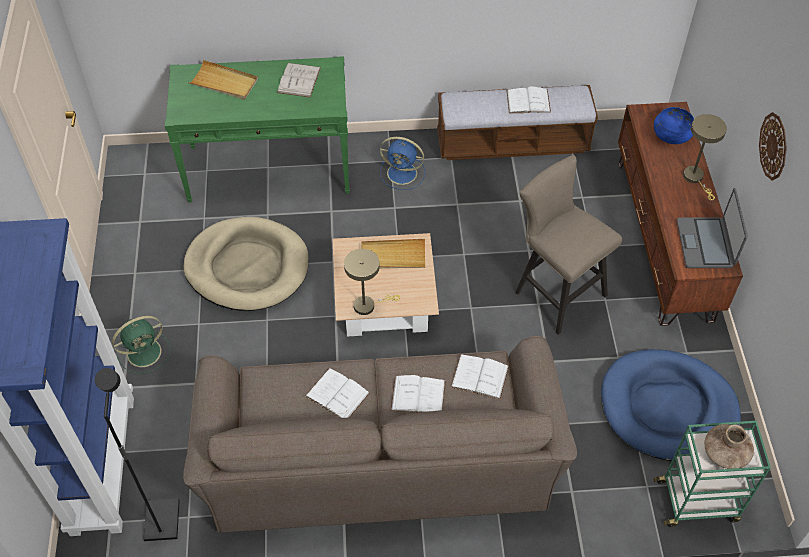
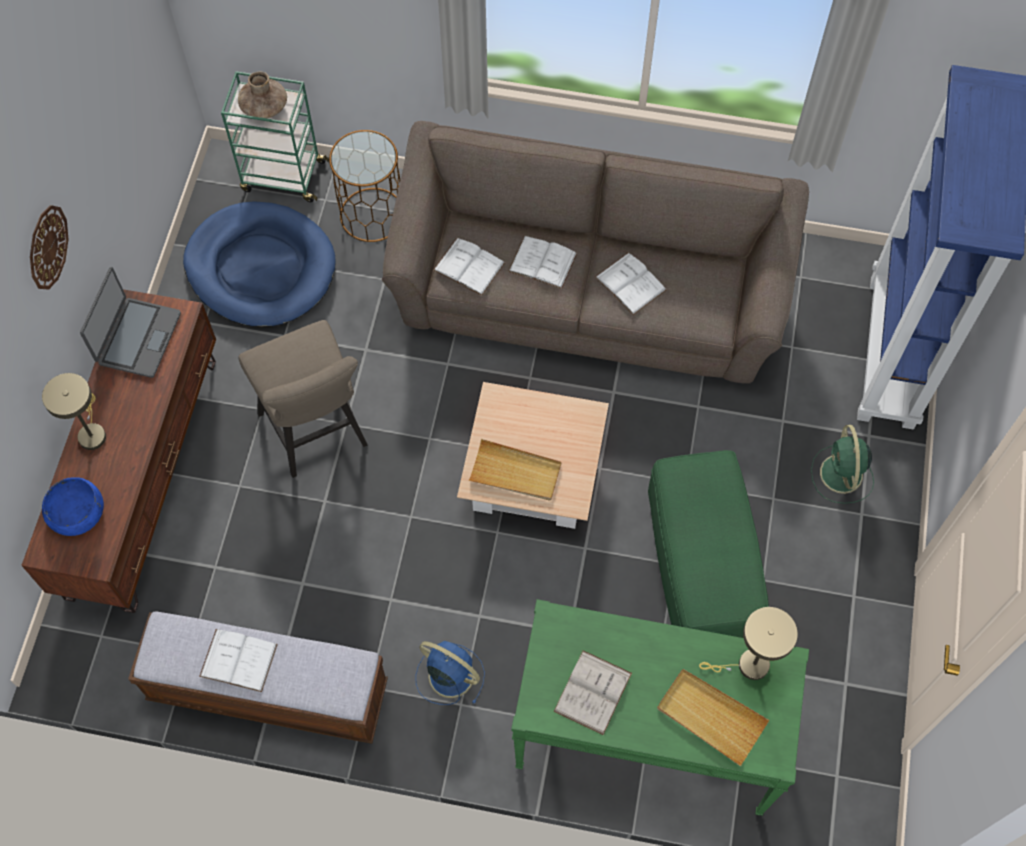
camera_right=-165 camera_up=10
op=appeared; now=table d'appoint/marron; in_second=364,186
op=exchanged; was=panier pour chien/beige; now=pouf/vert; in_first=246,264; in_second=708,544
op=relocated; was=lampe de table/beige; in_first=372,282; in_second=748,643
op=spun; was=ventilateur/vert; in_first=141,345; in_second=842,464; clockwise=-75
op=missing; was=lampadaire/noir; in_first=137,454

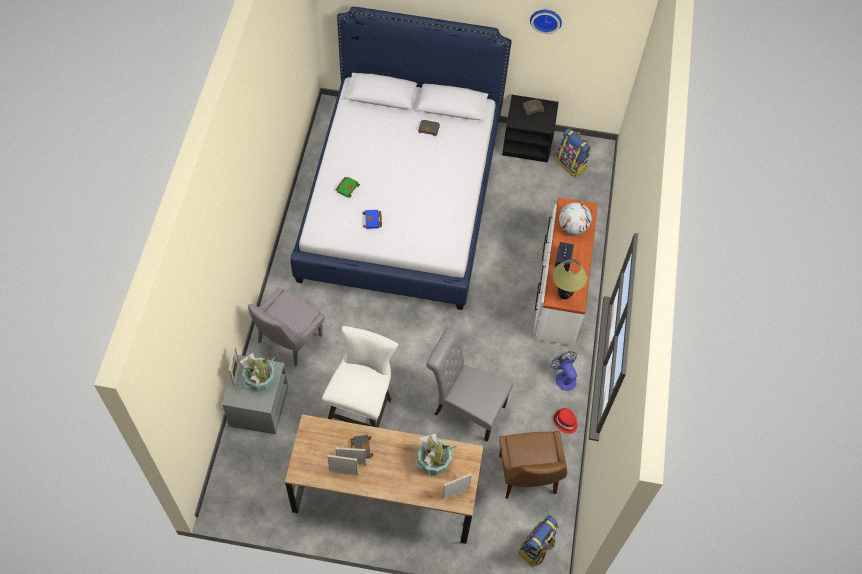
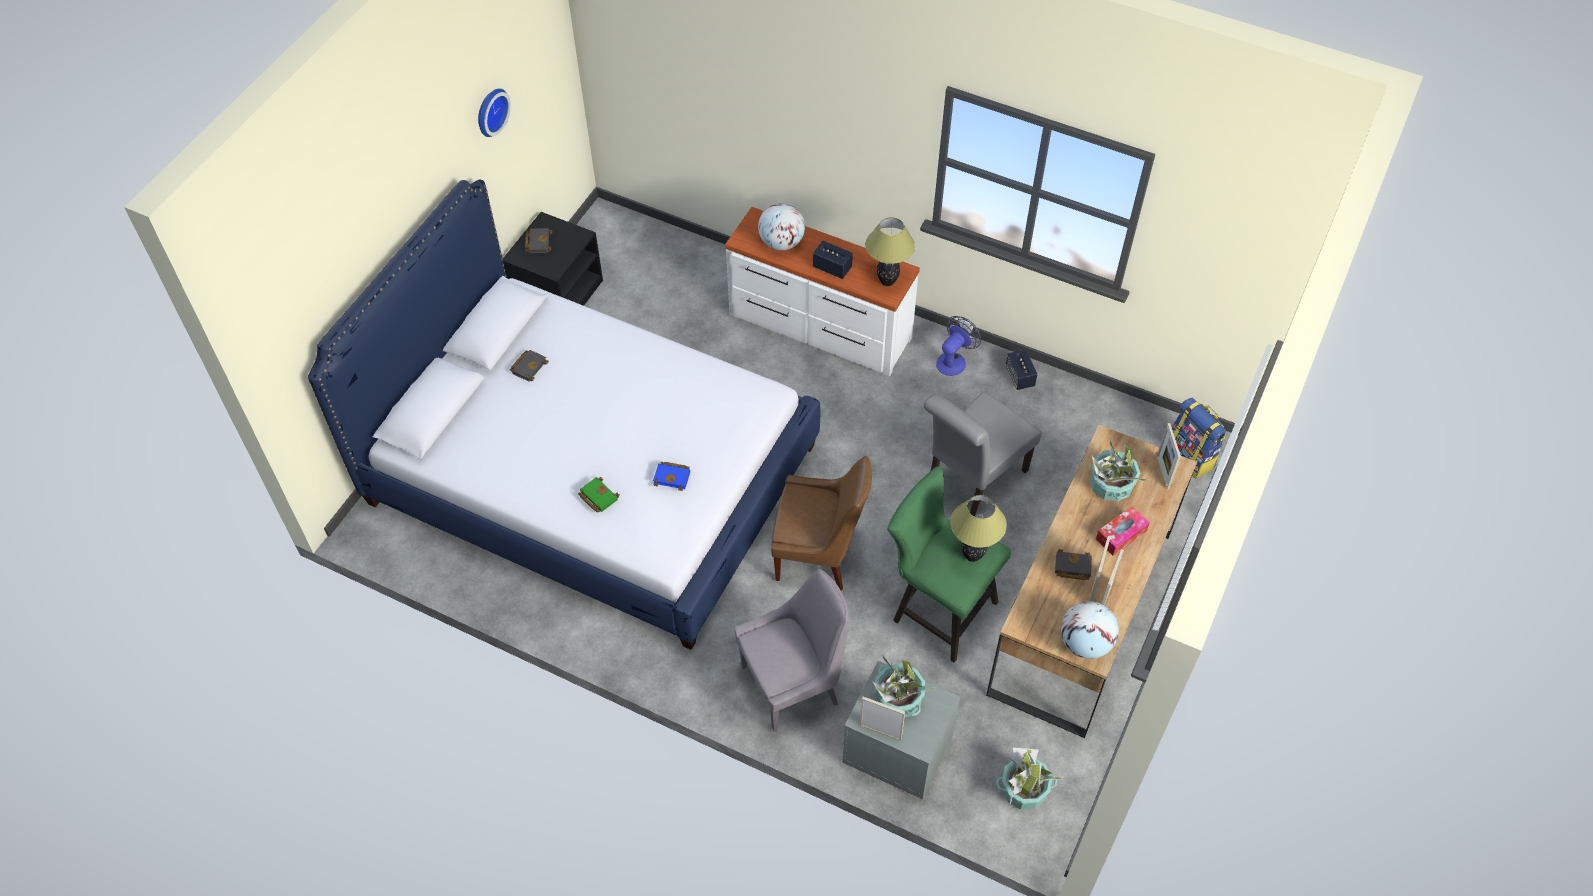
camera_right=-70 camera_up=-5
op=spun; was=chaise/gris; in_first=286,327; in_second=792,650; clockwise=-75
op=relocated; was=chaise/marron; in_first=533,465; in_second=821,523
op=colour; was=tabouret/blanc; now=tabouret/vert; in_first=360,377; in_second=949,564
op=spun; was=ventilateur; in_first=564,371; in_second=958,346; clockwise=135
op=appeared; now=lampe de table; in_second=978,528
op=appeared; now=plante en pot; in_second=1029,779
op=exchanged; was=chapeau/rouge; now=enceinte; in_first=565,421; in_second=1022,370
op=appeared; now=globe; in_second=1090,630
op=appeared; now=boîte à mouchoirs; in_second=1123,531
op=missing; was=sac à dos; in_first=573,152

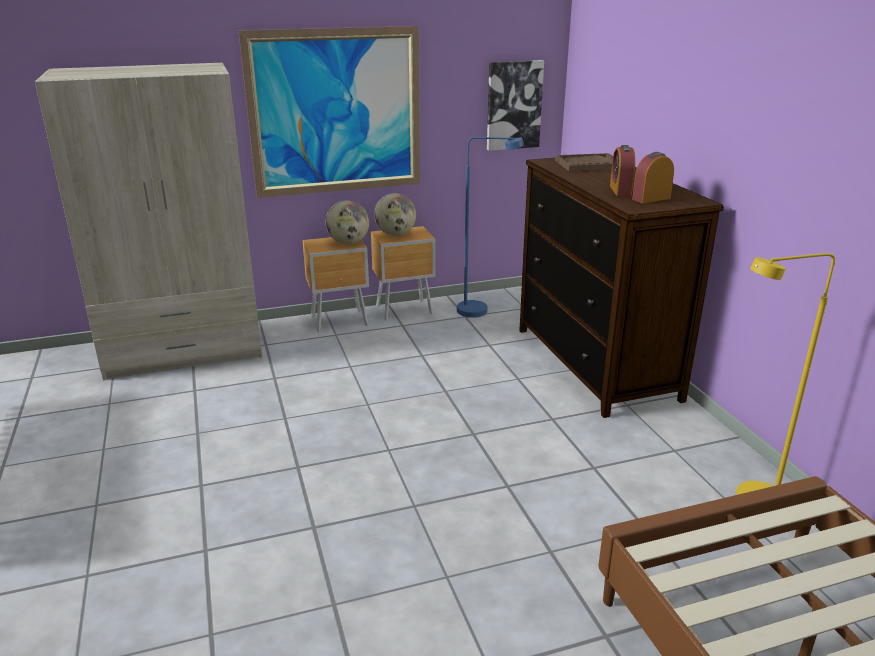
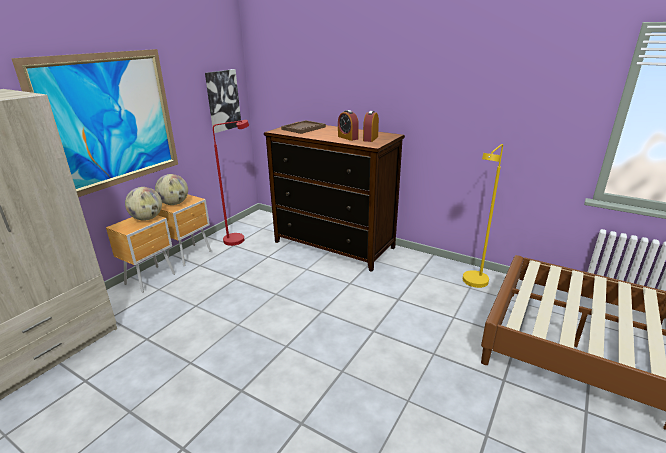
camera_right=-40 camera_up=0
op=colour; was=lampadaire/bleu; now=lampadaire/rouge; in_first=490,227; in_second=231,183

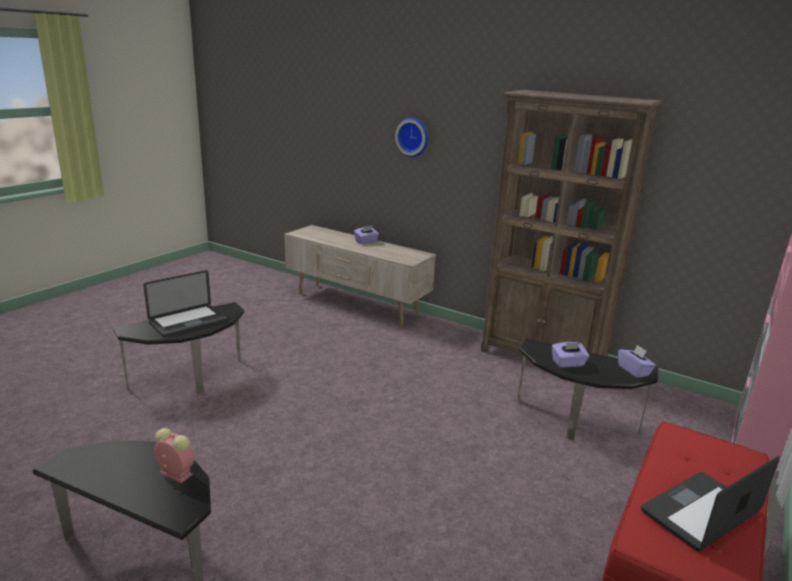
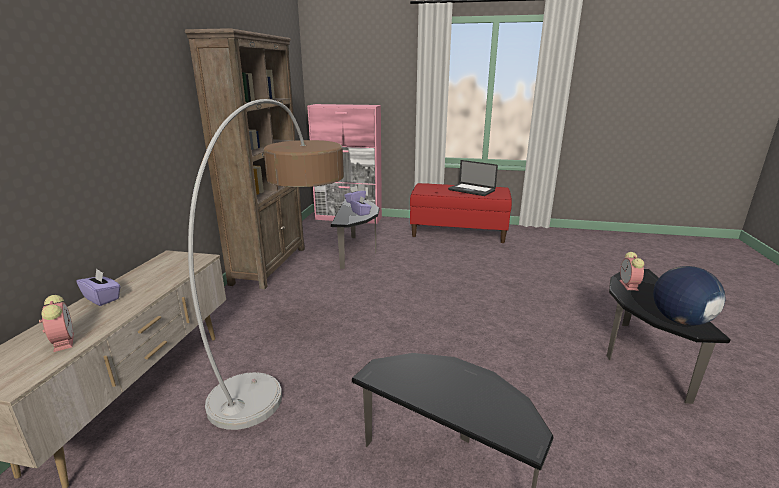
camera_right=-110 camera_up=0
op=appeared; now=réveil; in_second=56,323
op=appeared; now=lampadaire; in_second=266,264
op=appeared; now=globe; in_second=689,296
op=missing; was=ordinateur portable; in_first=185,303
op=missing; was=horloge murale; in_first=411,137

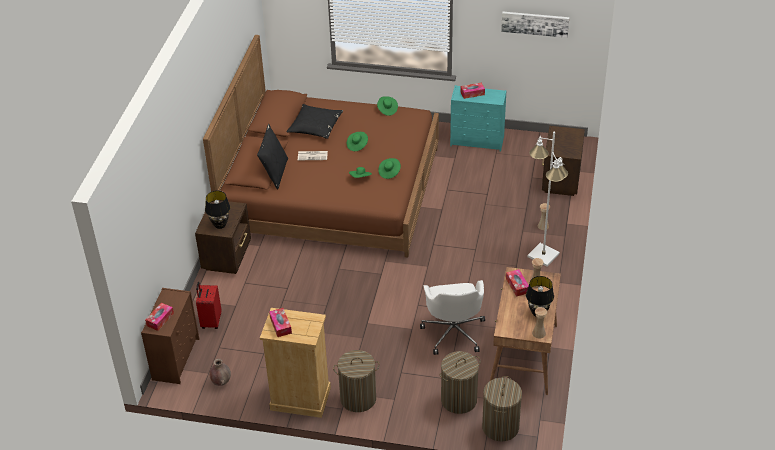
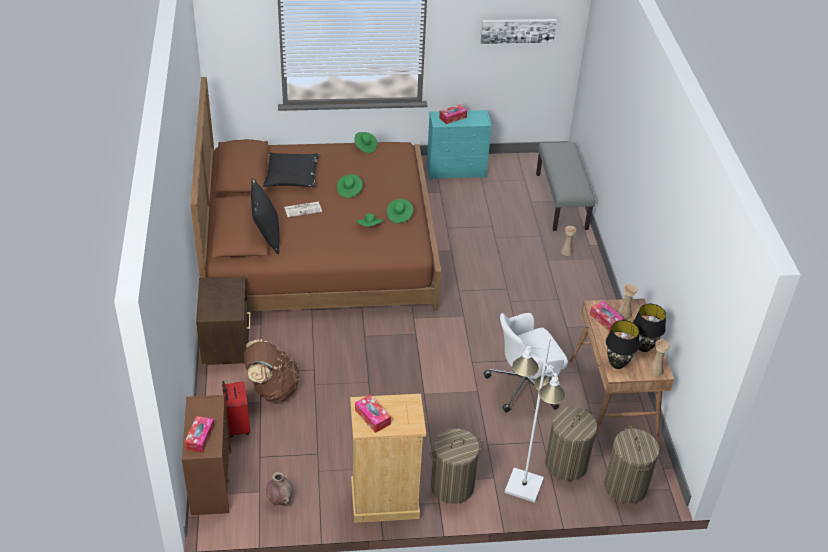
camera_right=-20 camera_up=0
op=appeared; now=sac à dos/marron; in_second=272,370
op=spun; was=chaise de bureau/blanc; in_first=452,317; in_second=525,362; clockwise=90
op=relocated; was=lampadaire/blanc; in_first=547,198; in_second=535,420
op=exchanged; was=table de chevet/marron; now=banc/gris; in_first=563,161; in_second=565,186
op=relocated; was=lampe de table/noir; in_first=217,210; in_second=622,344

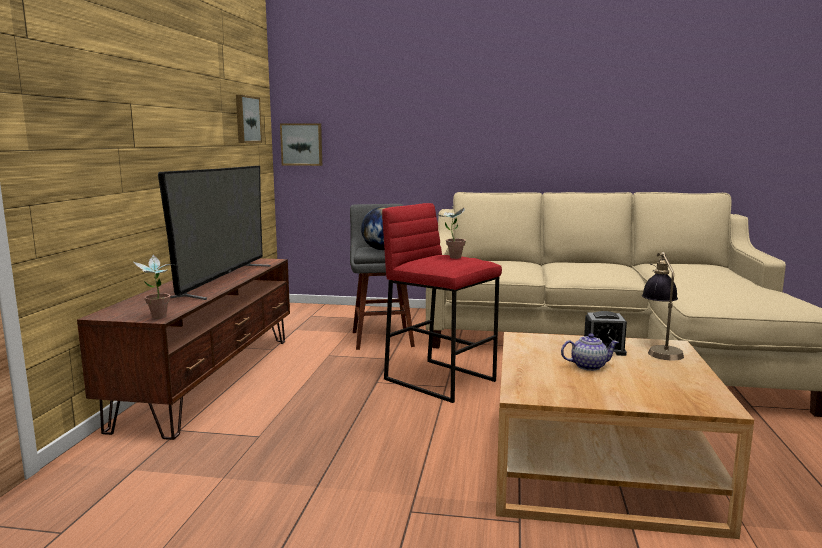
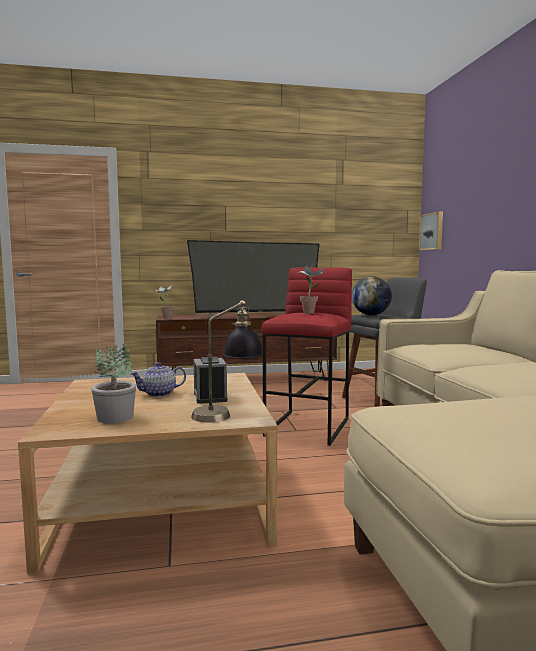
camera_right=70 camera_up=-5
op=appeared; now=plante en pot; in_second=113,384
op=spun; was=théière; in_first=590,352; in_second=158,379; clockwise=90
op=missing; was=tableau; in_first=249,119

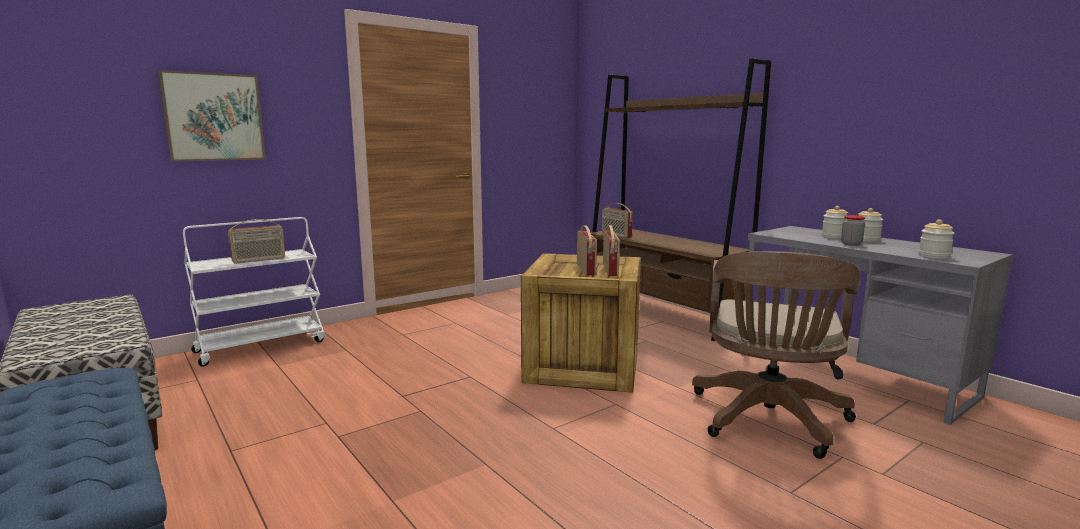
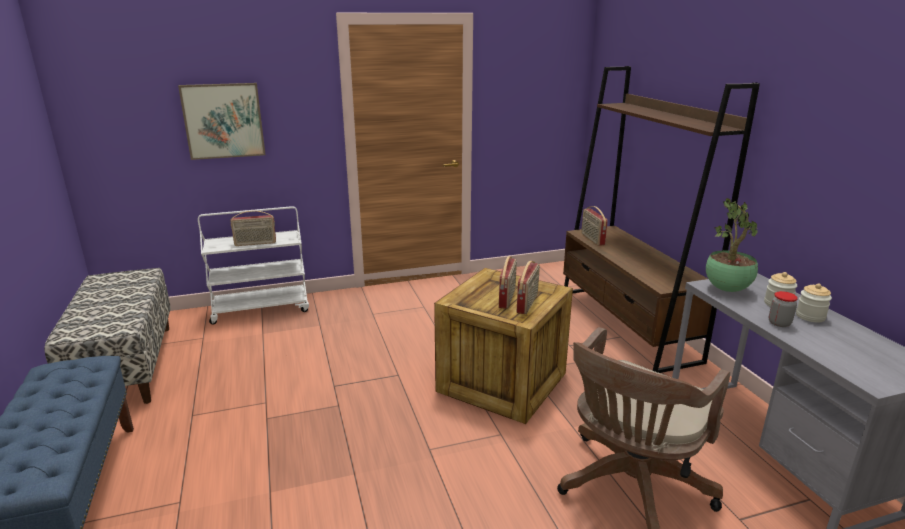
camera_right=20 camera_up=10
op=appeared; now=plante en pot; in_second=732,245
op=missing; was=bocal; in_first=936,239

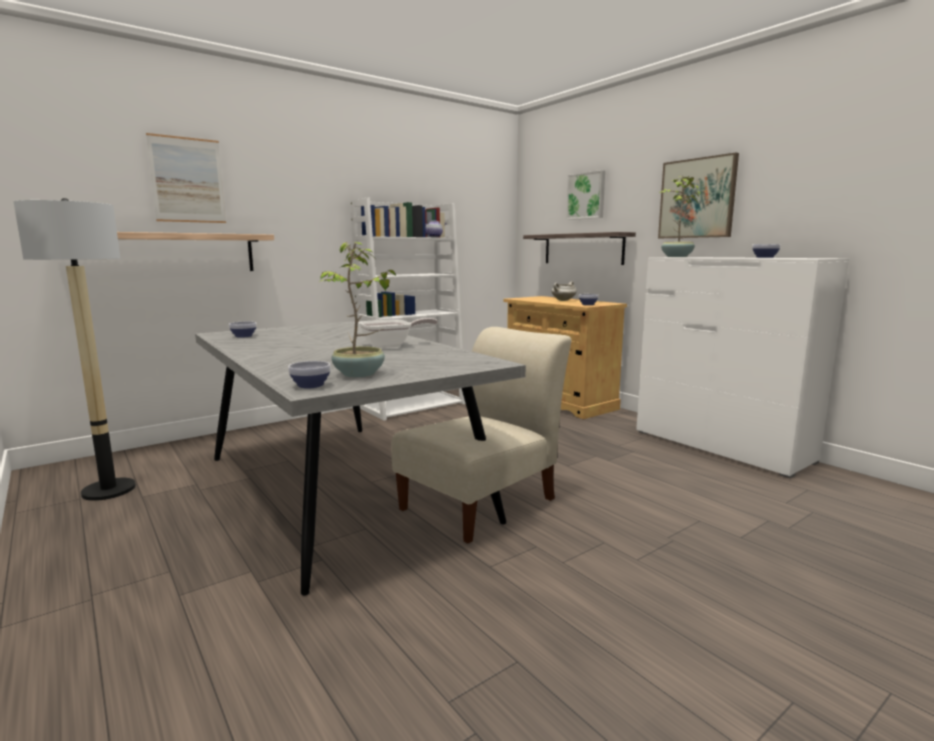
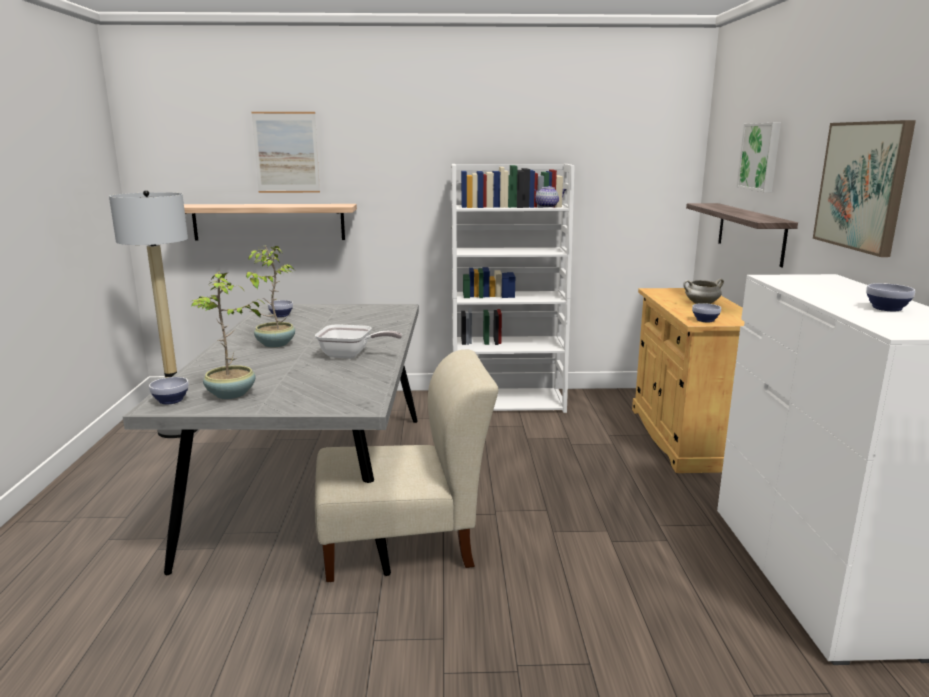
camera_right=35 camera_up=5
op=relocated; was=plante en pot; in_first=679,216; in_second=270,296

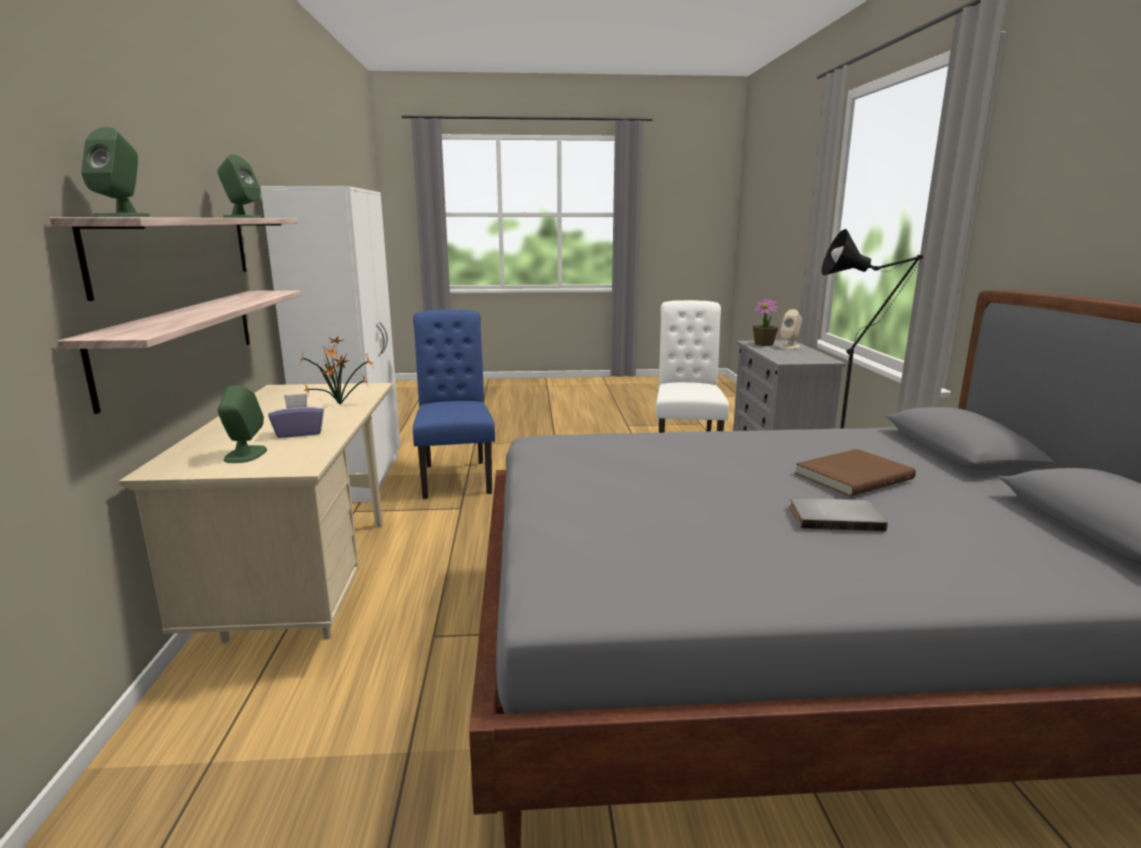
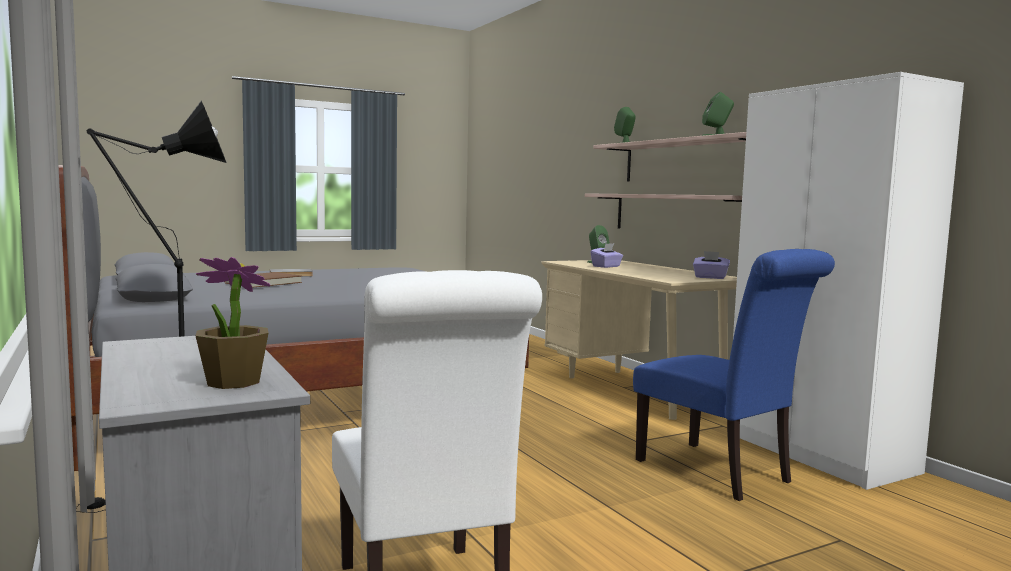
camera_right=155 camera_up=-10
op=appeared; now=boîte à mouchoirs/violet; in_second=711,265
op=missing; was=plante en pot; in_first=337,371
op=missing; was=enceinte/beige; in_first=790,329

